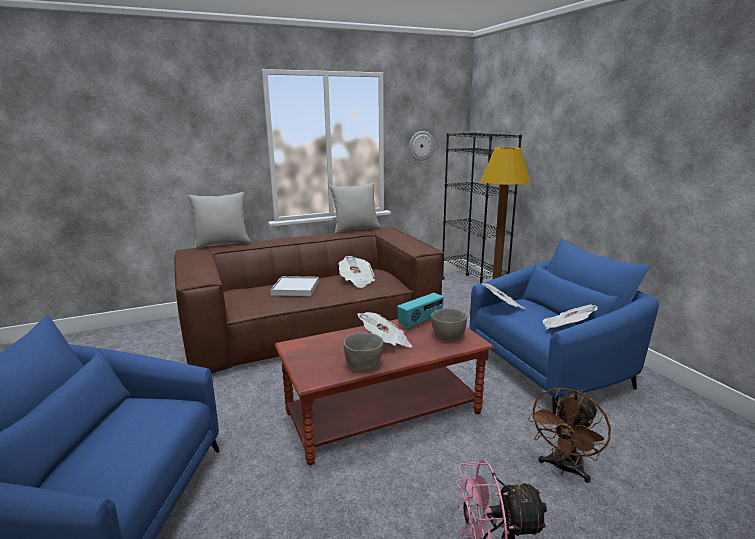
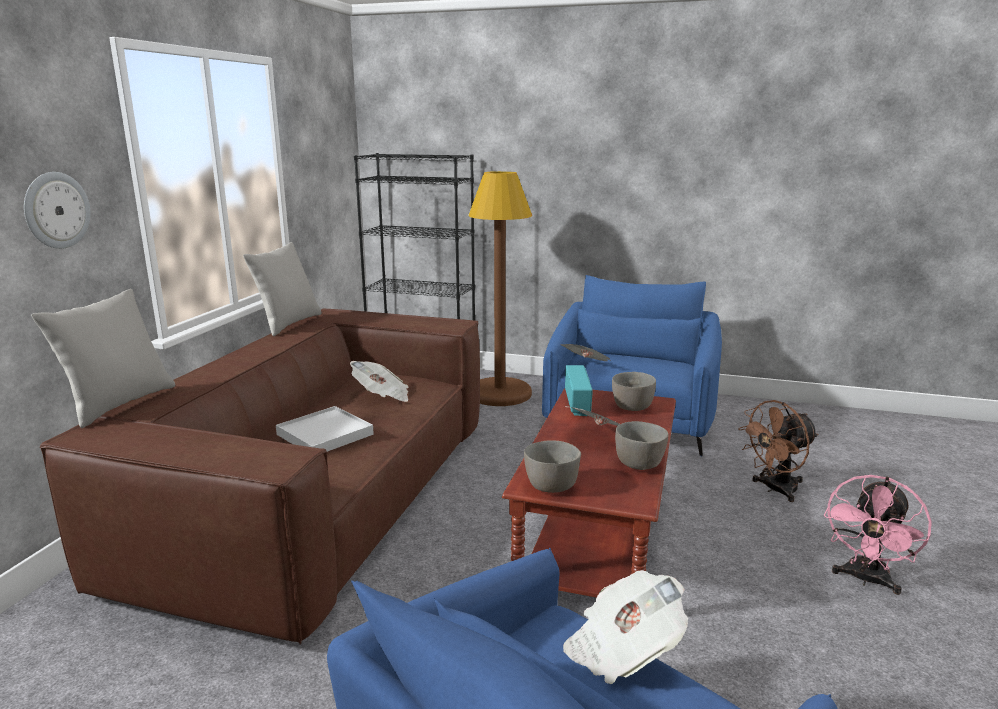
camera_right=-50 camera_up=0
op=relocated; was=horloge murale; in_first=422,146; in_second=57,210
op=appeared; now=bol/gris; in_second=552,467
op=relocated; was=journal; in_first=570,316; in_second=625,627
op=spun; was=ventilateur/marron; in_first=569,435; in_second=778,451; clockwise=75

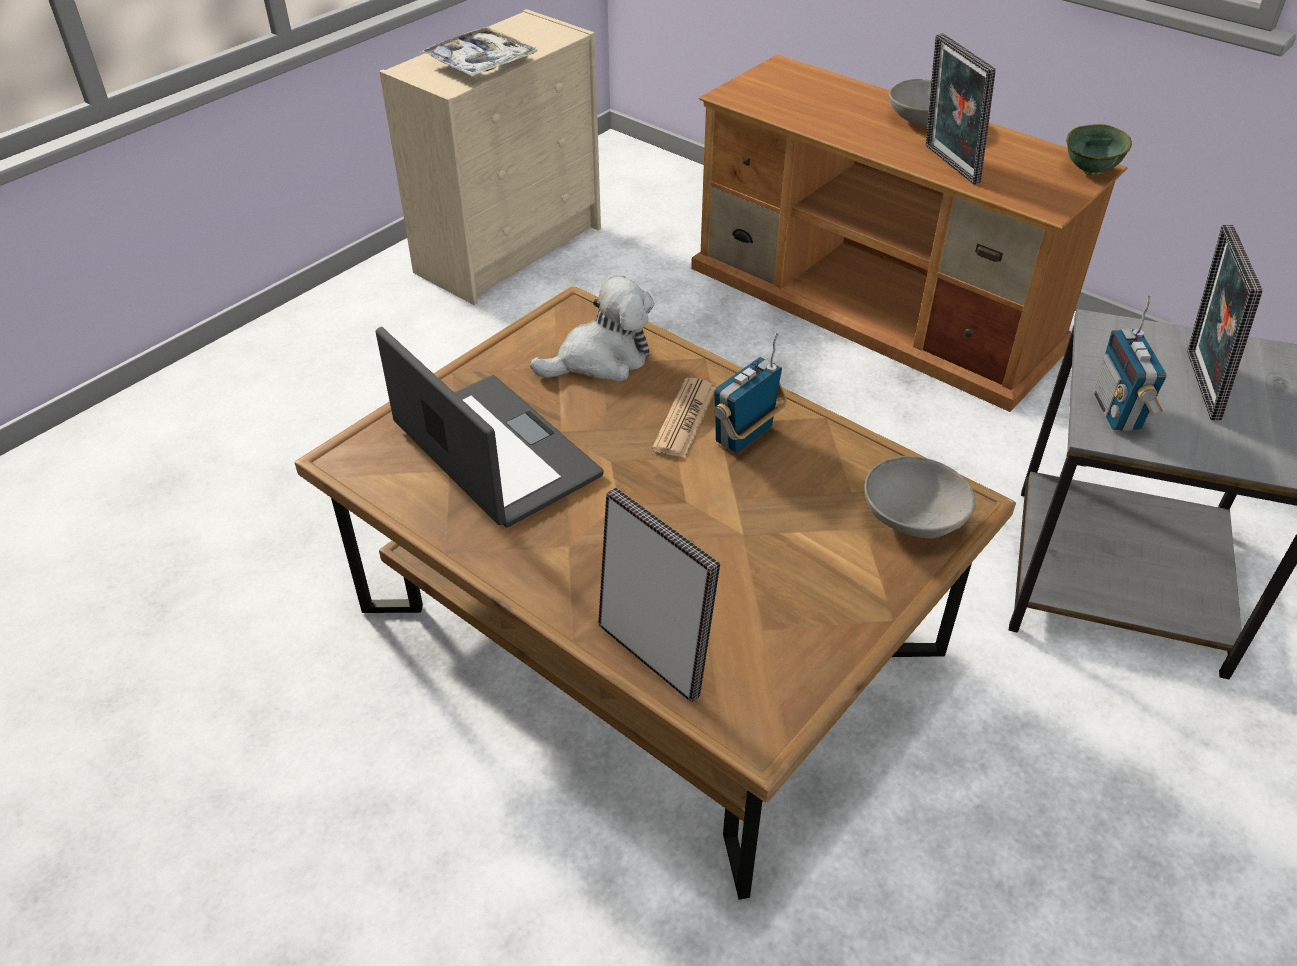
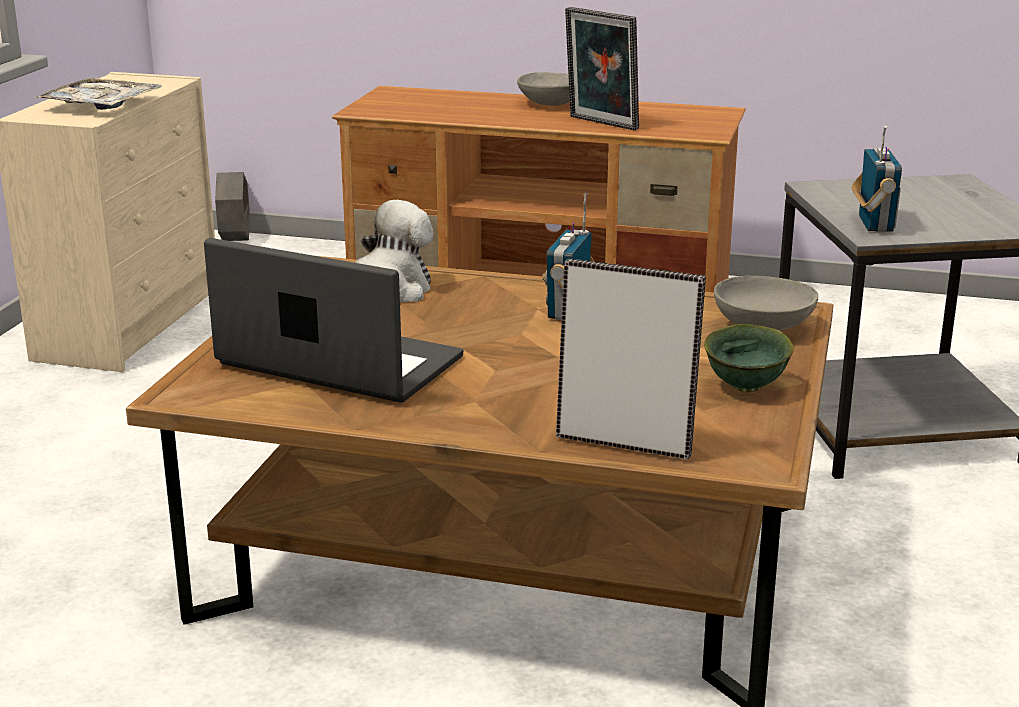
camera_right=-25 camera_up=-20
op=appeared; now=cache-pot/gris; in_second=232,206
op=relocated; was=bol/vert; in_first=1099,149; in_second=749,358
op=spun; was=radio; in_first=1129,363; in_second=876,179; clockwise=-150
op=missing; was=journal; in_first=684,418
op=missing; was=cadre photo; in_first=1225,322

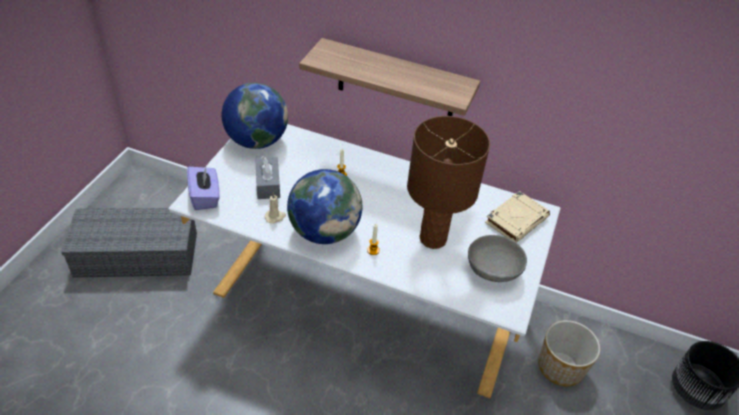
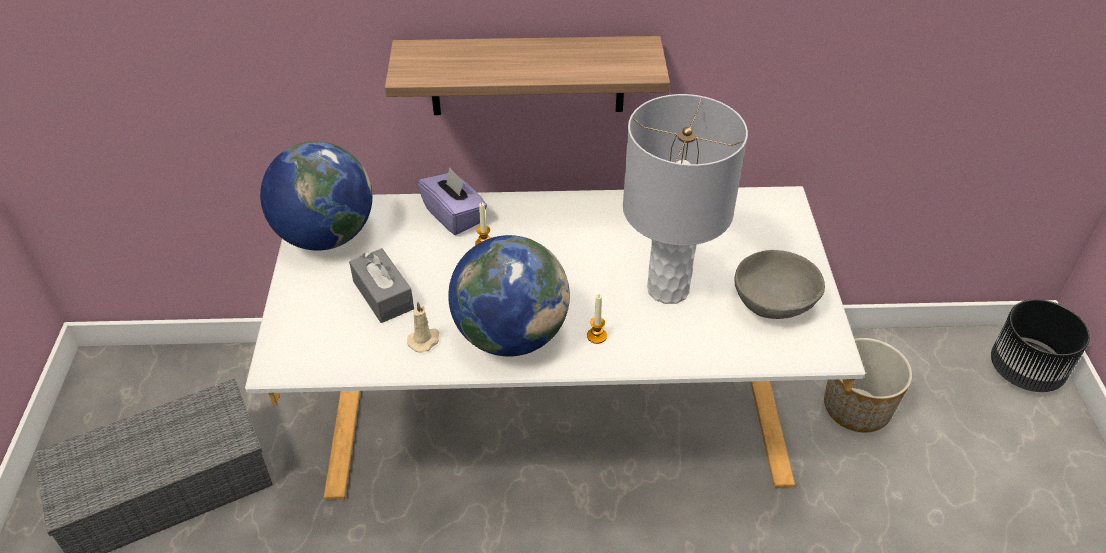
camera_right=-20 camera_up=0
op=relocated; was=boîte à mouchoirs/violet; in_first=203,188; in_second=452,201
op=colour; was=lampe de table/marron; now=lampe de table/gris; in_first=448,182; in_second=685,199
op=missing; was=livre/beige; in_first=517,217

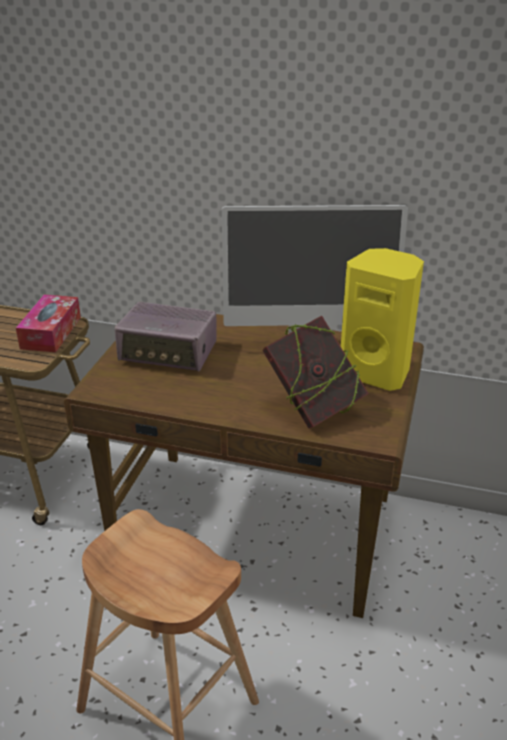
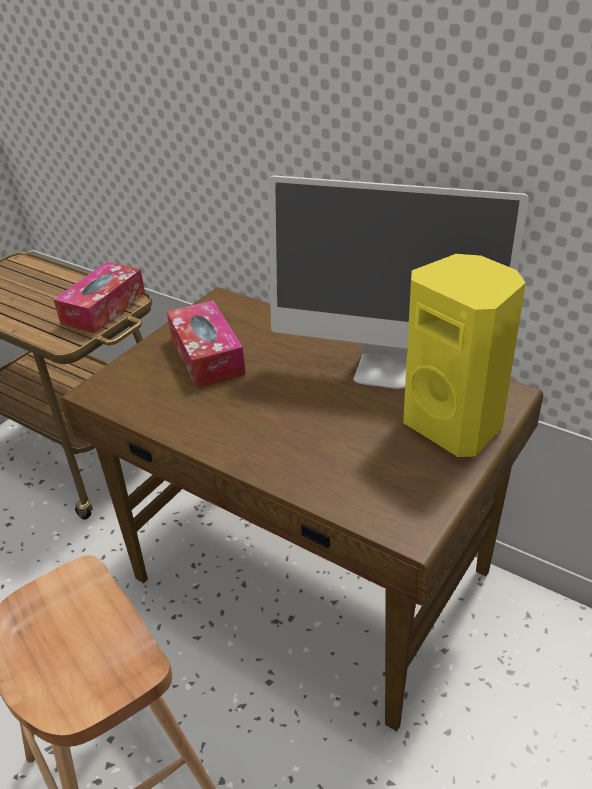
camera_right=20 camera_up=5
op=exchanged; was=radio; now=boîte à mouchoirs; in_first=165,337; in_second=206,344
op=missing; was=livre; in_first=315,372

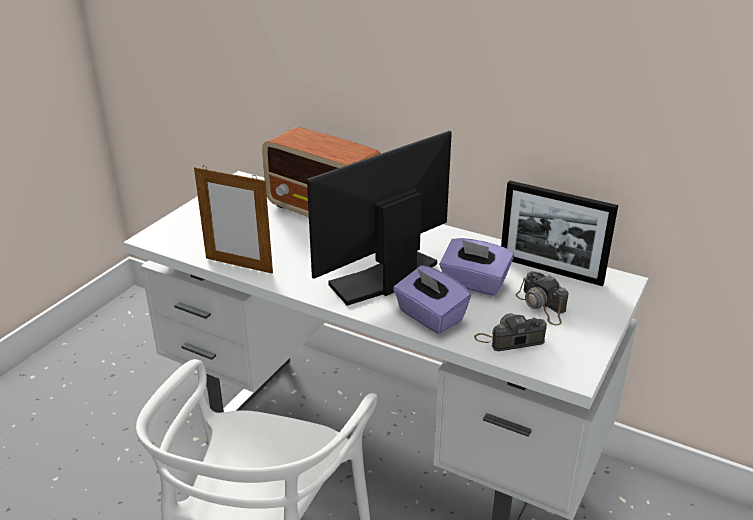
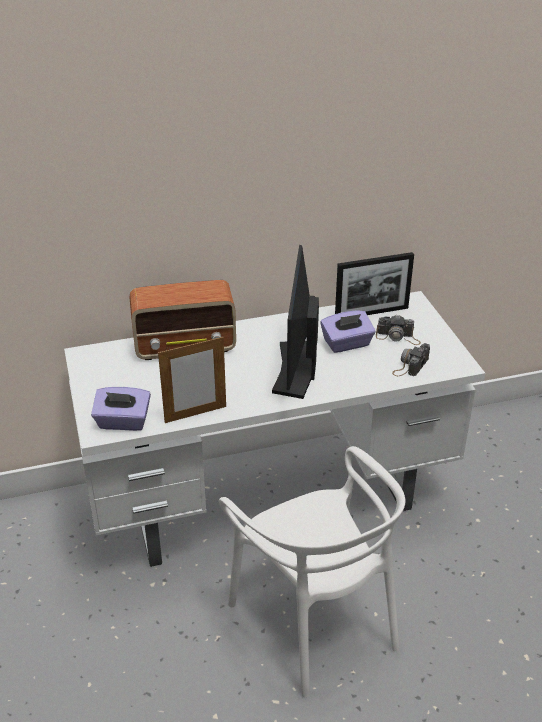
camera_right=-45 camera_up=5
op=relocated; was=boîte à mouchoirs/violet; in_first=432,299; in_second=121,409

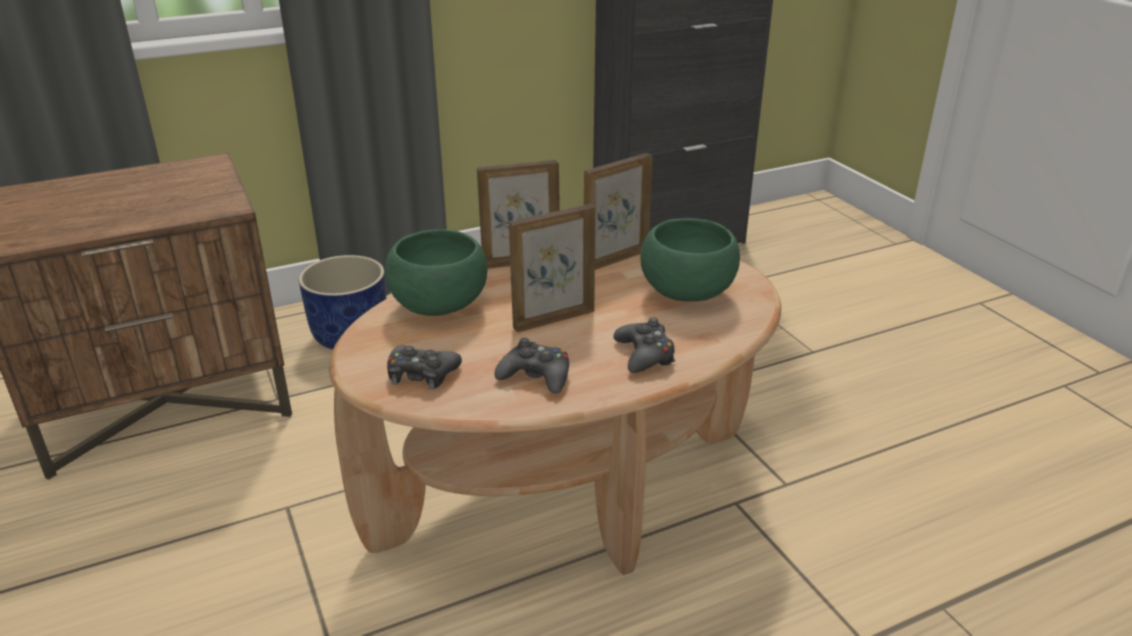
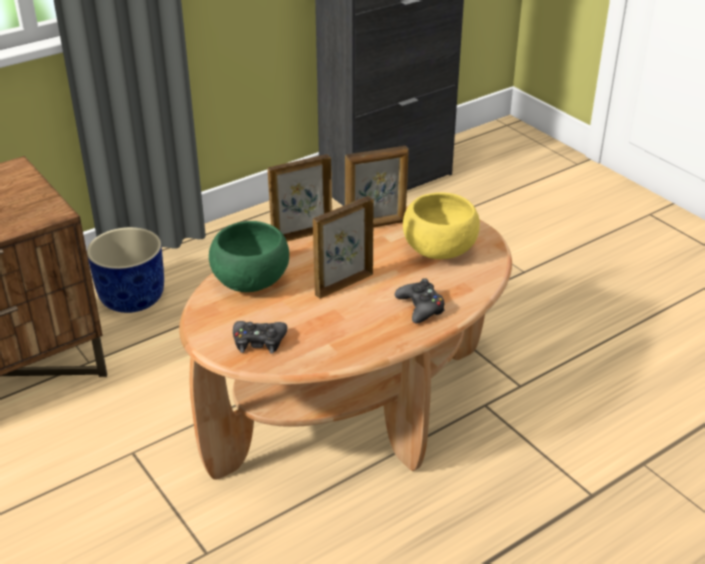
camera_right=-10 camera_up=5
op=spun; was=cadre photo; in_first=618,211; in_second=377,186; clockwise=-150
op=colour; was=bol/vert; now=bol/jaune; in_first=690,259; in_second=441,225
op=missing; was=manette/noir; in_first=532,366

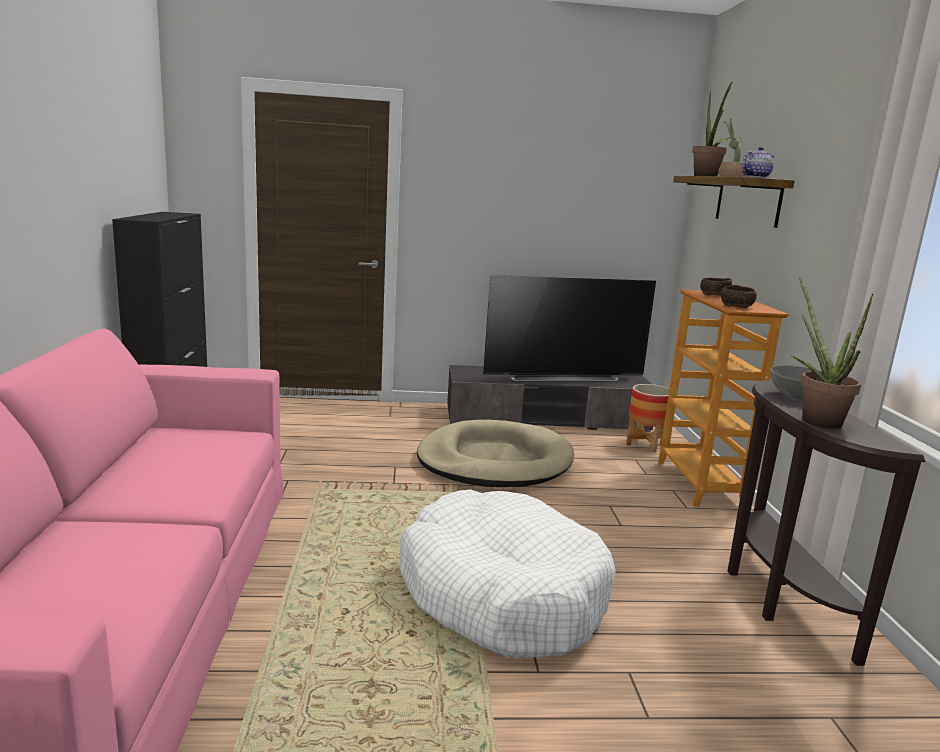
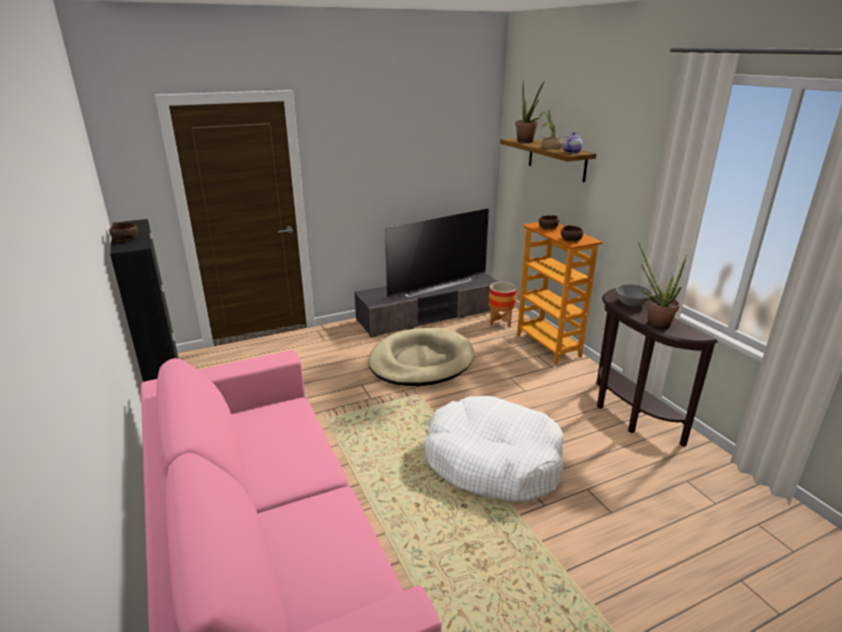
camera_right=-20 camera_up=10
op=appeared; now=bol/marron; in_second=123,232

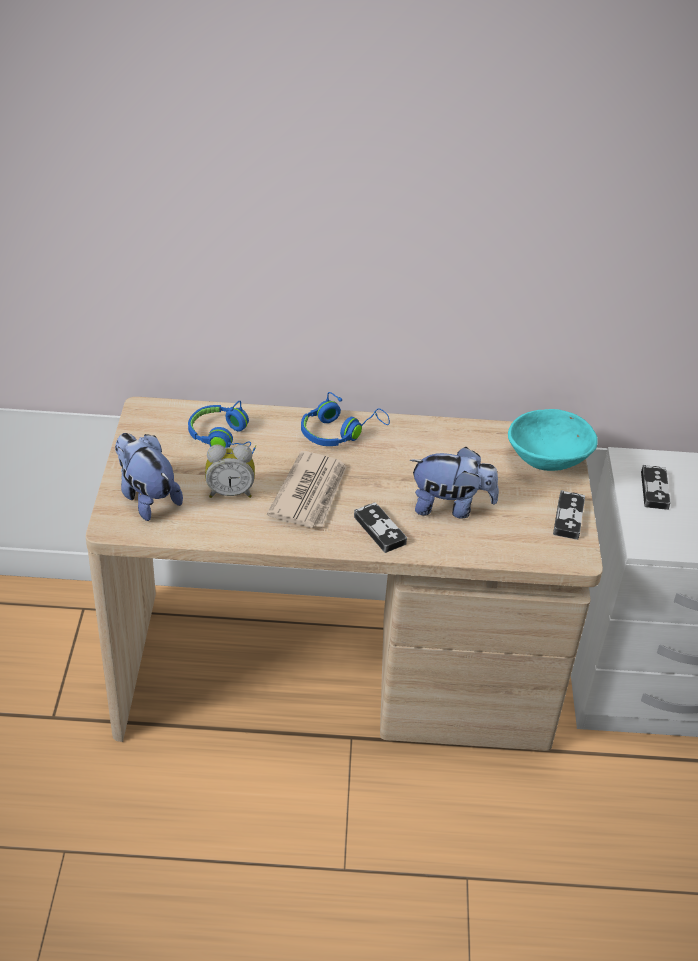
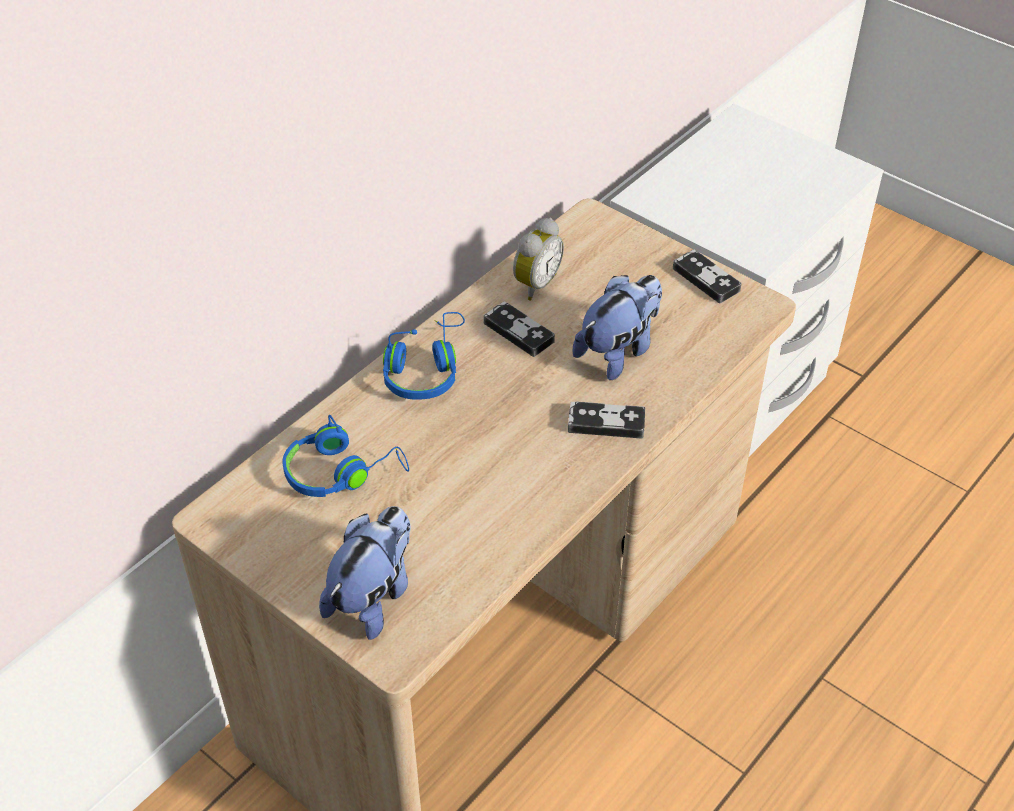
camera_right=-50 camera_up=5
op=spun; was=peluche; in_first=149,477; in_second=365,573; clockwise=120
op=relocated; was=manette; in_first=656,487; in_second=519,329
op=relocated; was=réveil; in_first=230,471; in_second=538,259
op=missing; was=journal; in_first=307,489
op=missing; was=bol/turquoise; in_first=553,440

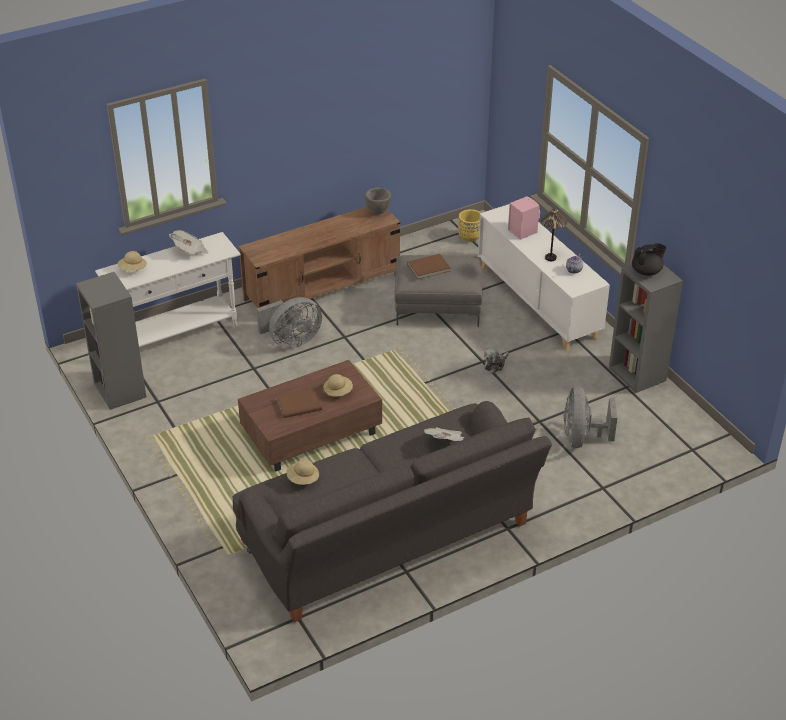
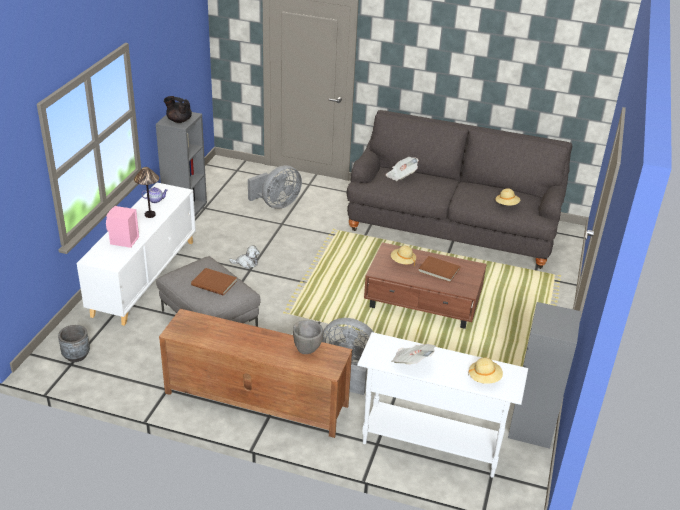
camera_right=-135 camera_up=-5
op=colour; was=cache-pot/jaune; now=cache-pot/gris; in_first=469,225; in_second=74,343
op=relocated; was=bol/gris; in_first=378,201; in_second=308,337

